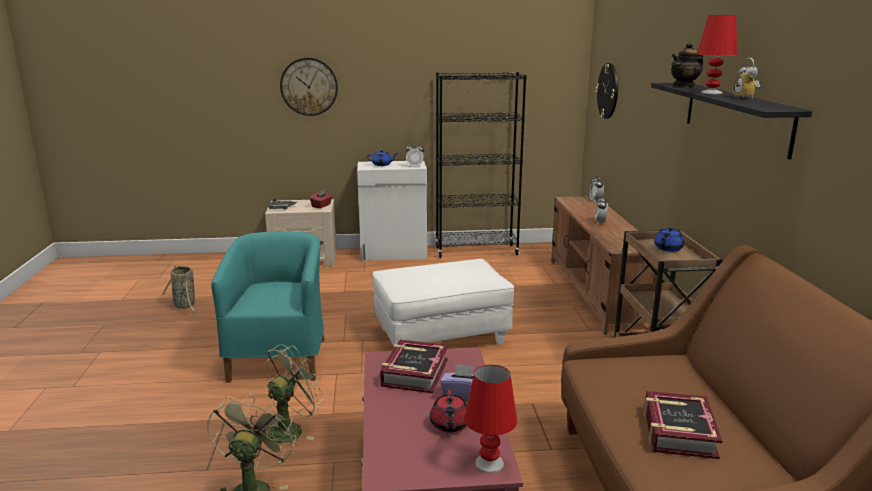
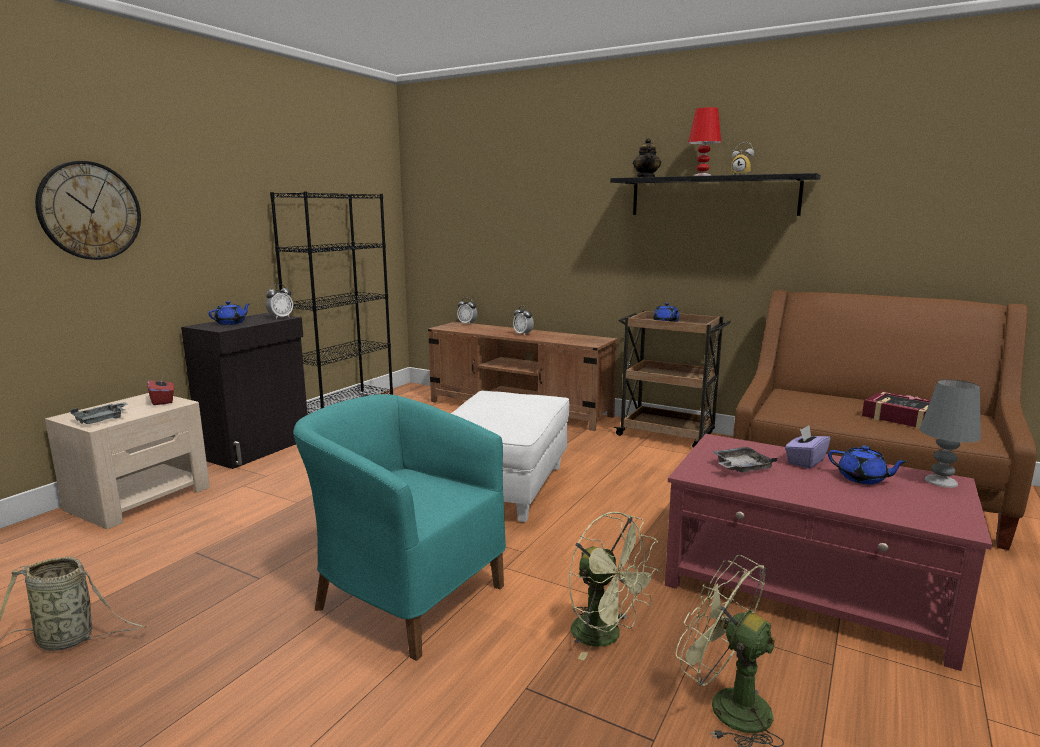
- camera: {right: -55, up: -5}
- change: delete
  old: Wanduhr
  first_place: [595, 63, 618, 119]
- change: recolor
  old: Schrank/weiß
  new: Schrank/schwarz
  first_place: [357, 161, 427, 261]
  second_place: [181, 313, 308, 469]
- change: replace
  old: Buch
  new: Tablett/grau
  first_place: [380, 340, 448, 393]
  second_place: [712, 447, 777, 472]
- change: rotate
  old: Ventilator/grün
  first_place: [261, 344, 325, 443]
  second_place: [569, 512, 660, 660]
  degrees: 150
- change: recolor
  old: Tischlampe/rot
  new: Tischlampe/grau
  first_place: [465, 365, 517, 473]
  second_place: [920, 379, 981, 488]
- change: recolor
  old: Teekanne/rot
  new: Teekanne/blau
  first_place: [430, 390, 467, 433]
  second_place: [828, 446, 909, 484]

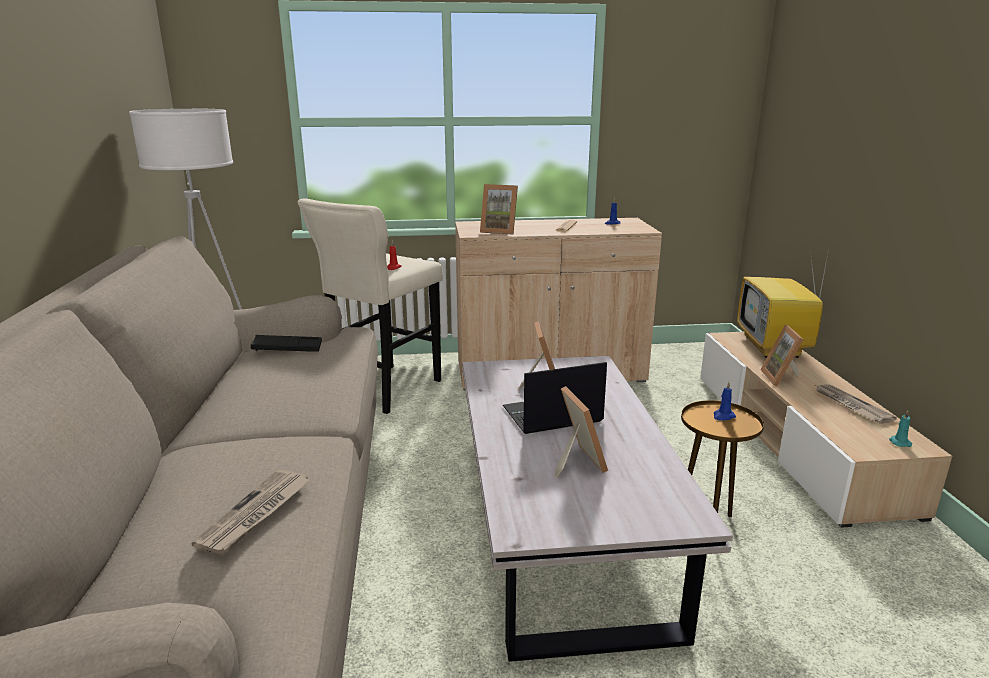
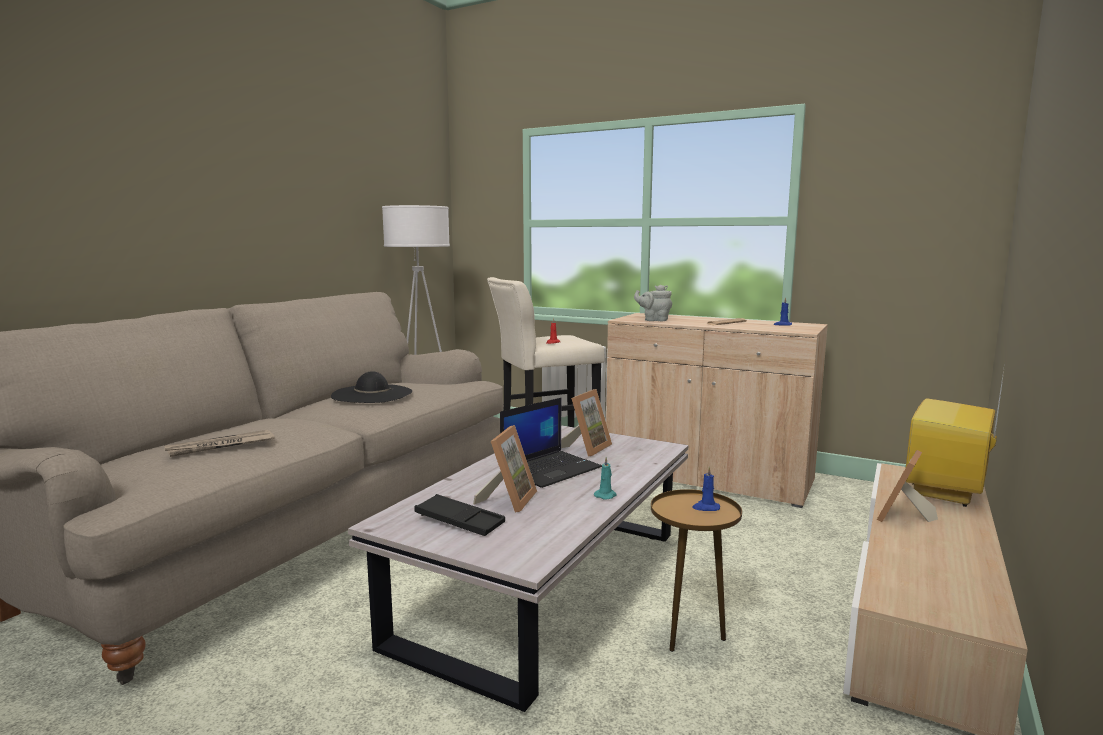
- camera: {right: 35, up: -10}
- change: replace
  old: Bilderrahmen
  new: Teekanne/grau
  first_place: [480, 184, 518, 235]
  second_place: [634, 285, 672, 321]
- change: move
  old: Tablett/schwarz
  first_place: [251, 335, 322, 352]
  second_place: [415, 494, 505, 536]
- change: rotate
  old: Laptop
  first_place: [503, 362, 607, 434]
  second_place: [500, 398, 602, 488]
  degrees: 120
- change: delete
  old: Zeitung
  first_place: [815, 384, 897, 424]
- change: move
  old: Kerze/türkis
  first_place: [889, 411, 912, 447]
  second_place: [594, 457, 617, 500]
- change: insert
  new: Hut/schwarz
  second_place: [331, 371, 412, 403]

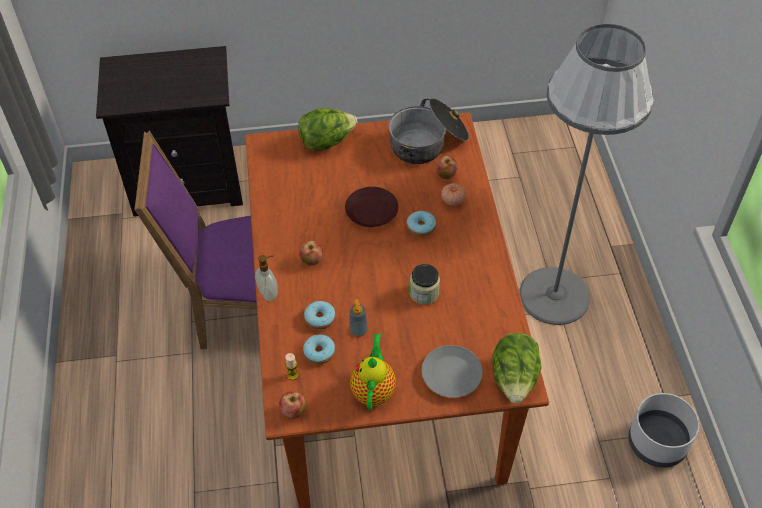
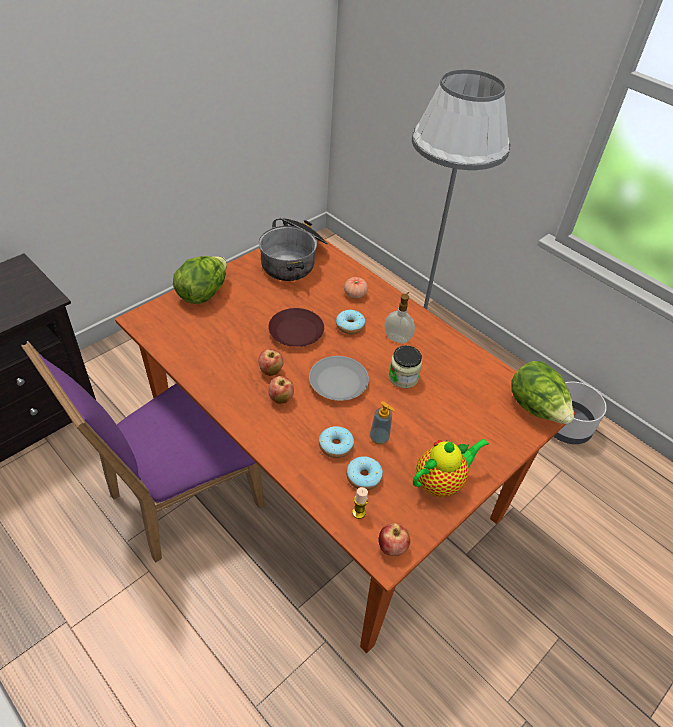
- camera: {right: -40, up: -5}
- change: move
  old: Apfel
  first_place: [436, 156, 458, 179]
  second_place: [258, 349, 284, 376]
- change: move
  old: Seifenspender
  first_place: [255, 255, 278, 301]
  second_place: [385, 292, 415, 344]
- change: rotate
  old: Teekanne
  first_place: [350, 334, 396, 410]
  second_place: [413, 438, 489, 497]
  degrees: 90
- change: move
  old: Teller/grau
  first_place: [422, 345, 483, 398]
  second_place: [309, 356, 369, 401]

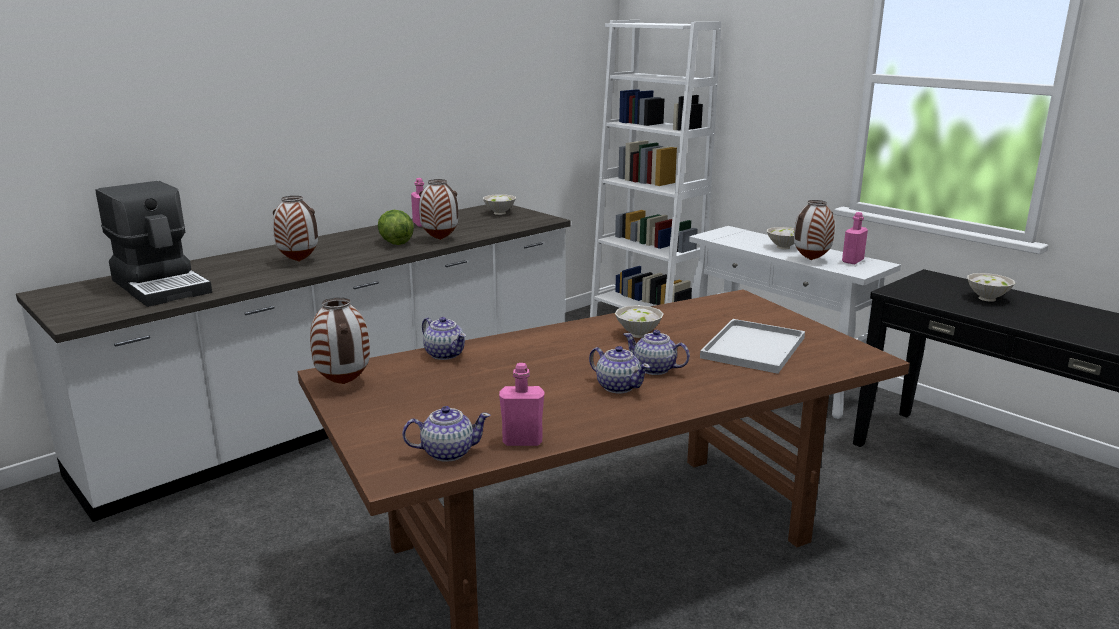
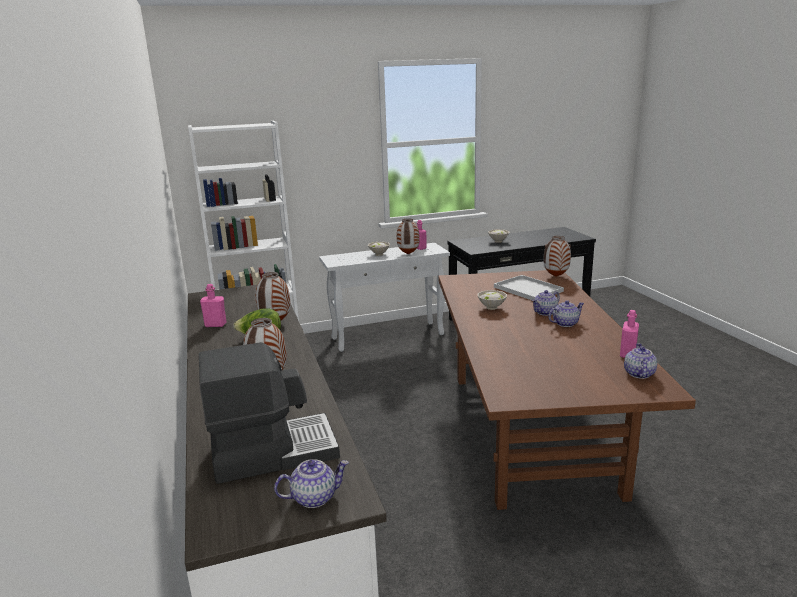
- camera: {right: -65, up: 0}
- change: delete
  old: Schüssel/weiß
  first_place: [483, 194, 516, 215]
- change: move
  old: Vase
  first_place: [310, 297, 370, 384]
  second_place: [543, 236, 571, 277]
- change: move
  old: Teekanne
  first_place: [422, 317, 466, 360]
  second_place: [274, 459, 349, 508]

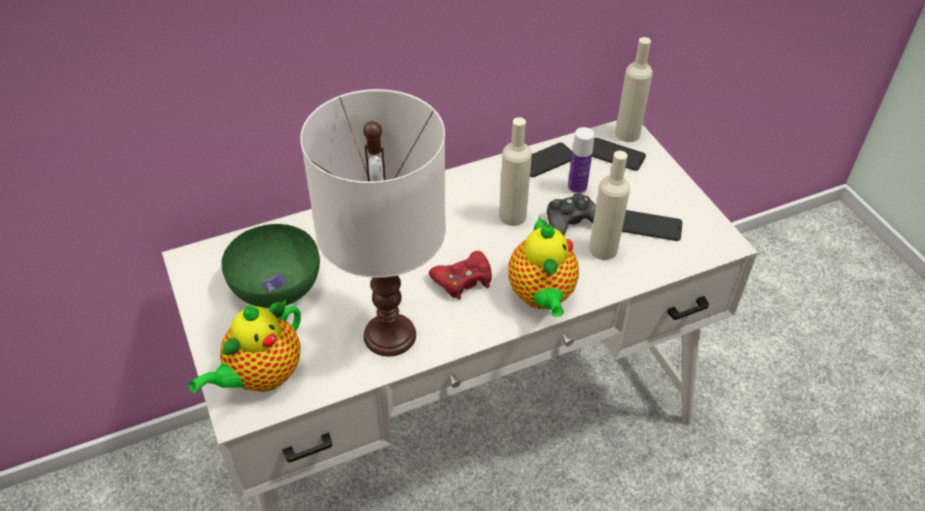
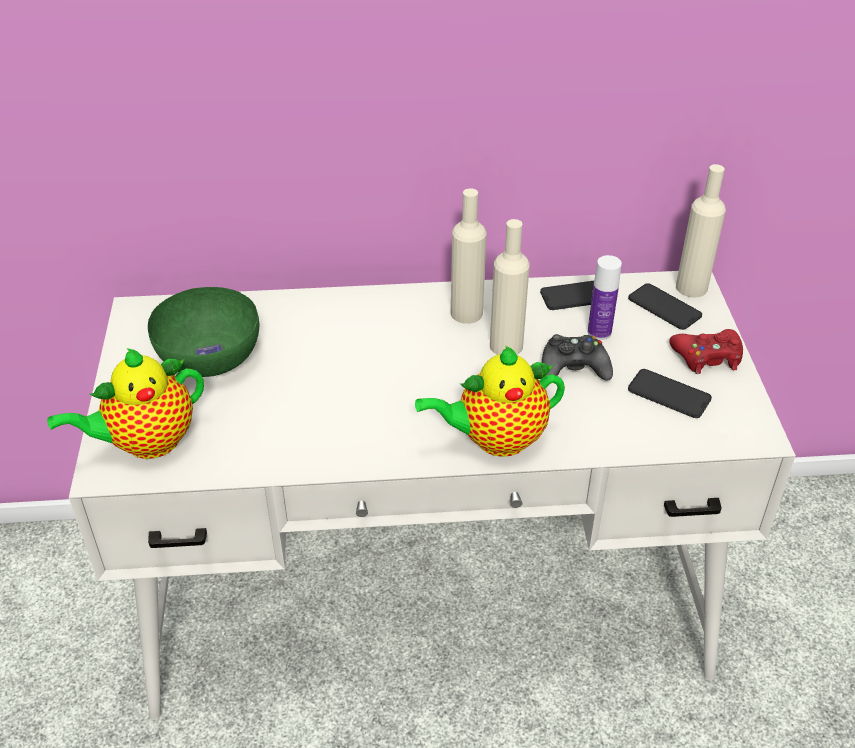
- camera: {right: 20, up: -5}
- change: delete
  old: Tischlampe/weiß
  first_place: [300, 89, 446, 356]
- change: move
  old: Flasche/beige
  first_place: [589, 151, 630, 260]
  second_place: [451, 188, 486, 324]
- change: rotate
  old: Teekanne
  first_place: [508, 216, 579, 317]
  second_place: [415, 346, 565, 457]
  degrees: 60
- change: move
  old: Gamepad/rot
  first_place: [429, 251, 492, 300]
  second_place: [669, 329, 743, 374]

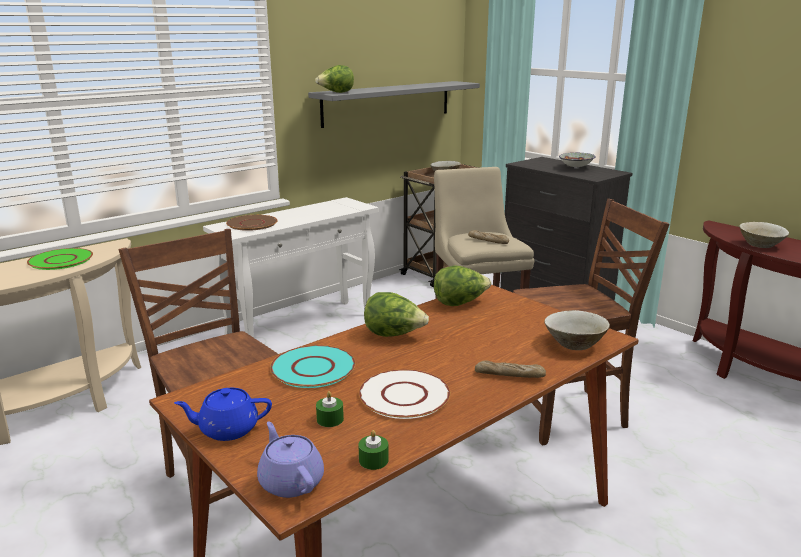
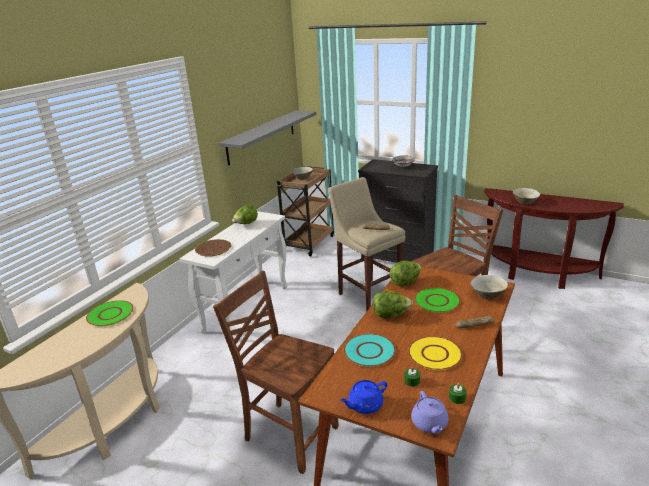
- camera: {right: -20, up: 5}
- change: move
  old: Salatkopf
  first_place: [315, 65, 354, 93]
  second_place: [232, 205, 258, 224]
- change: recolor
  old: Teller/weiß
  new: Teller/gelb
  first_place: [359, 369, 450, 419]
  second_place: [408, 336, 463, 370]
- change: rotate
  old: Teekanne/lila
  first_place: [257, 422, 324, 498]
  second_place: [411, 391, 449, 434]
  degrees: -135
- change: insert
  new: Teller/grün
  second_place: [414, 288, 461, 313]

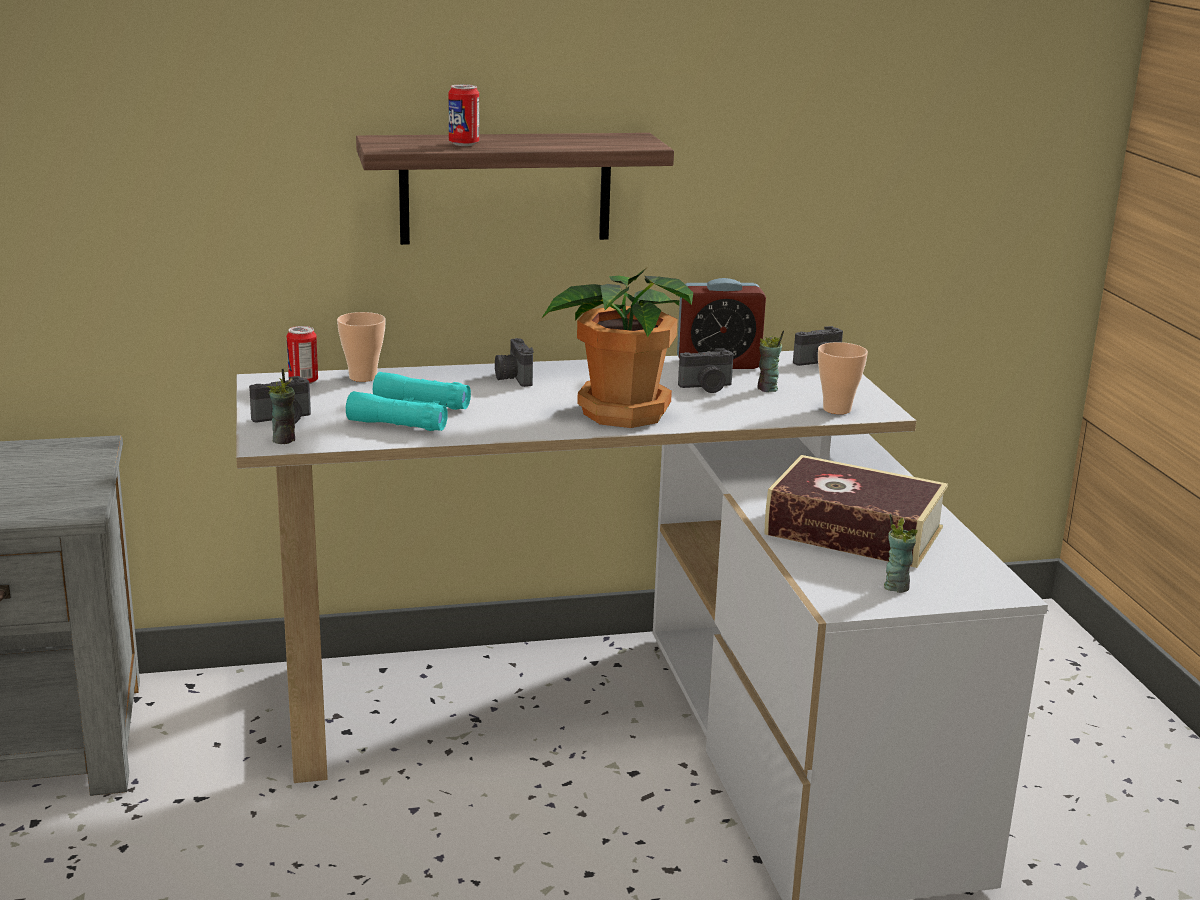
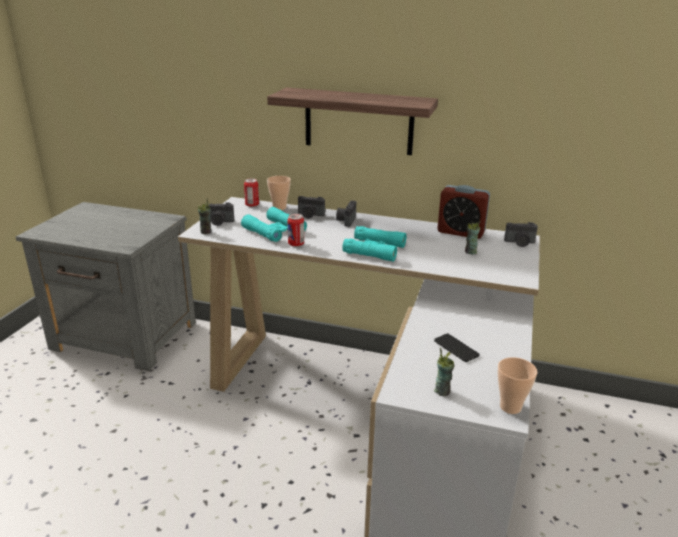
- camera: {right: 30, up: 5}
- change: move
  old: Dose
  first_place: [448, 84, 479, 146]
  second_place: [287, 214, 304, 247]
- change: replace
  old: Topfpflanze
  new: Fernglas/türkis
  first_place: [541, 268, 693, 428]
  second_place: [342, 226, 407, 262]
- change: move
  old: Tasse
  first_place: [818, 342, 868, 414]
  second_place: [498, 357, 538, 414]
- change: move
  old: Kamera
  first_place: [678, 348, 733, 393]
  second_place: [298, 196, 325, 218]
- change: replace
  old: Buch
  new: Handy
  first_place: [765, 455, 948, 568]
  second_place: [434, 333, 480, 362]

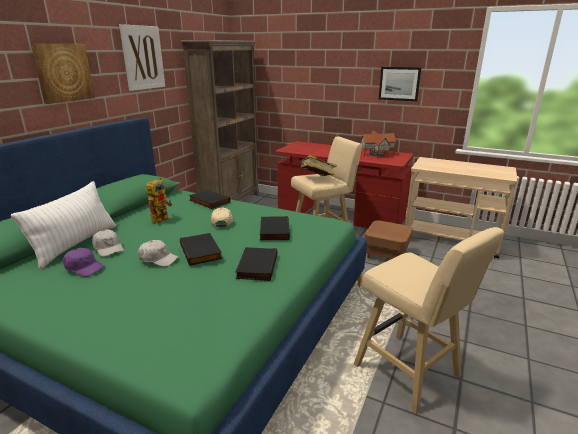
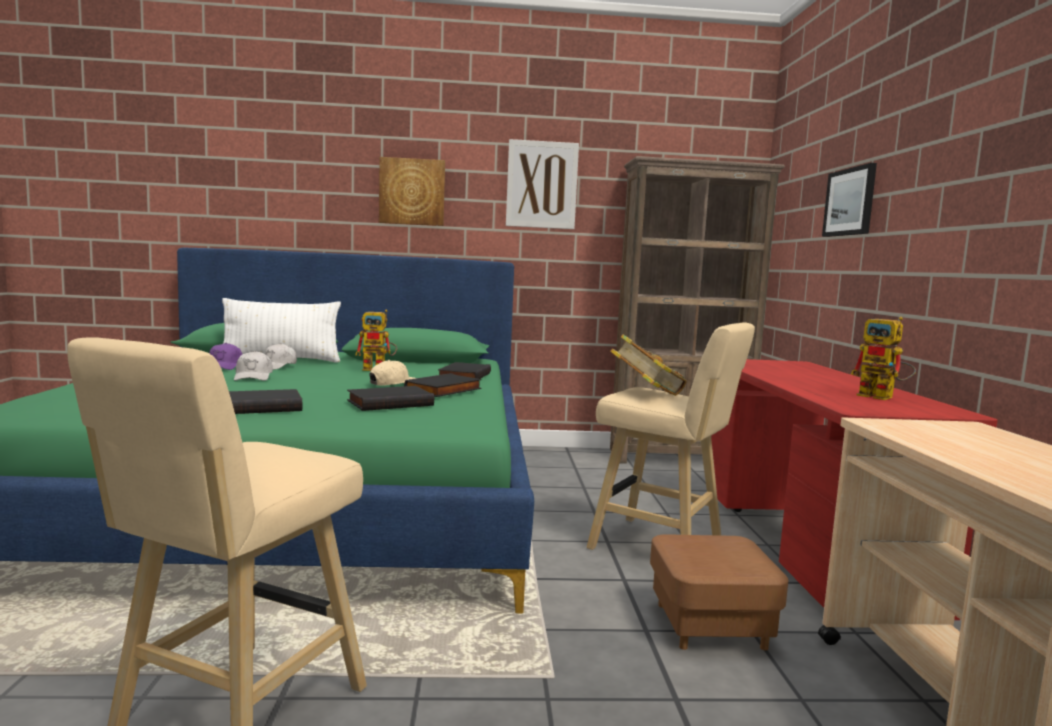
- camera: {right: 60, up: -15}
- change: move
  old: Bild
  first_place: [379, 67, 421, 101]
  second_place: [822, 163, 877, 237]
- change: replace
  old: Spielzeughaus
  new: Spielzeugroboter
  first_place: [360, 131, 396, 159]
  second_place: [851, 317, 916, 400]
- change: move
  old: Buch/schwarz
  first_place: [180, 233, 222, 266]
  second_place: [404, 373, 482, 397]

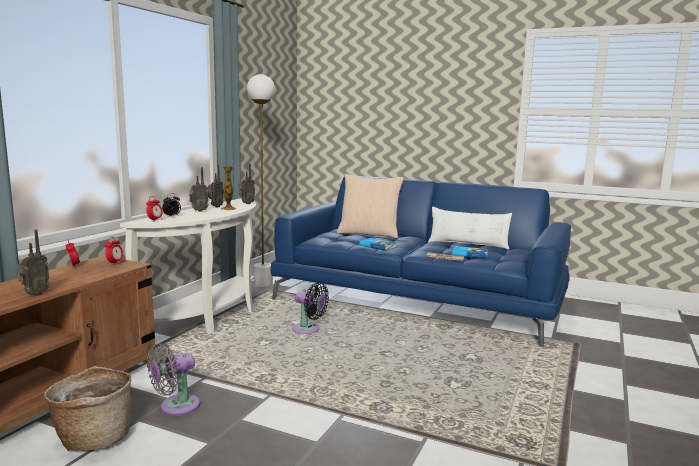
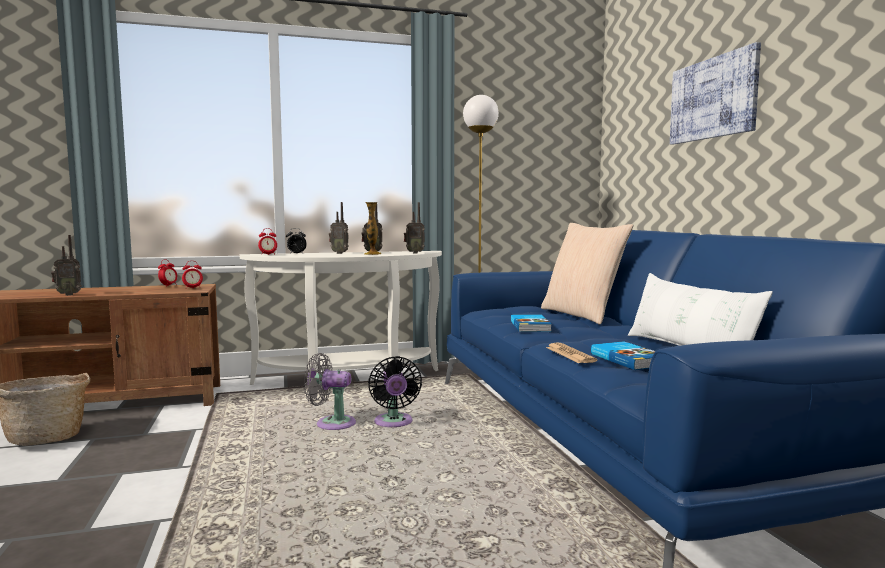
- camera: {right: 50, up: -5}
- change: move
  old: Ventilator/grau
  first_place: [147, 343, 200, 416]
  second_place: [304, 353, 356, 430]
- change: insert
  new: Bild
  second_place: [670, 42, 761, 144]

